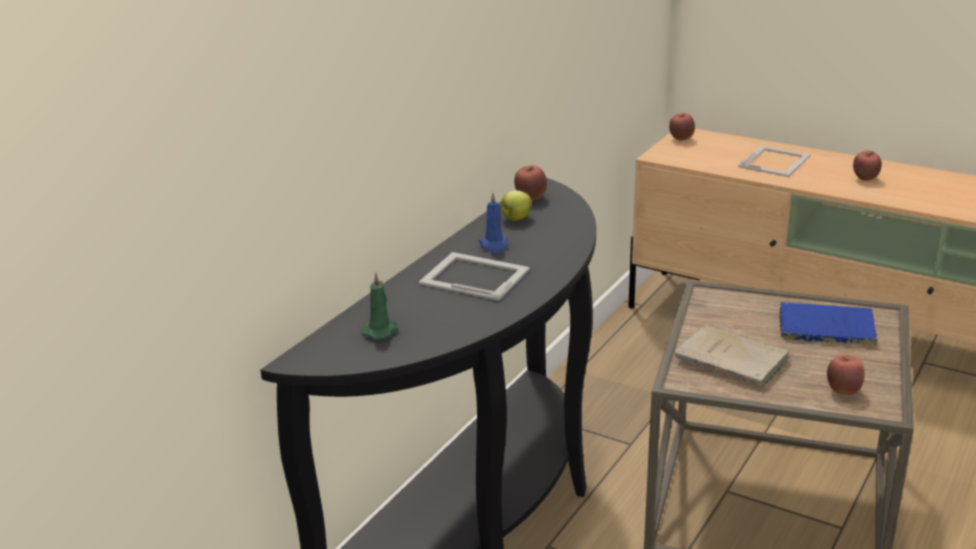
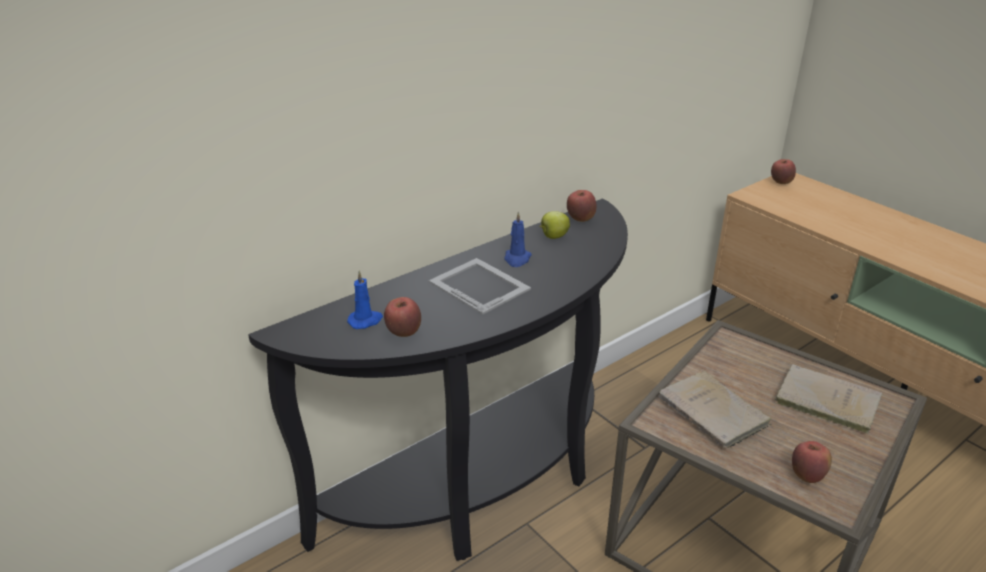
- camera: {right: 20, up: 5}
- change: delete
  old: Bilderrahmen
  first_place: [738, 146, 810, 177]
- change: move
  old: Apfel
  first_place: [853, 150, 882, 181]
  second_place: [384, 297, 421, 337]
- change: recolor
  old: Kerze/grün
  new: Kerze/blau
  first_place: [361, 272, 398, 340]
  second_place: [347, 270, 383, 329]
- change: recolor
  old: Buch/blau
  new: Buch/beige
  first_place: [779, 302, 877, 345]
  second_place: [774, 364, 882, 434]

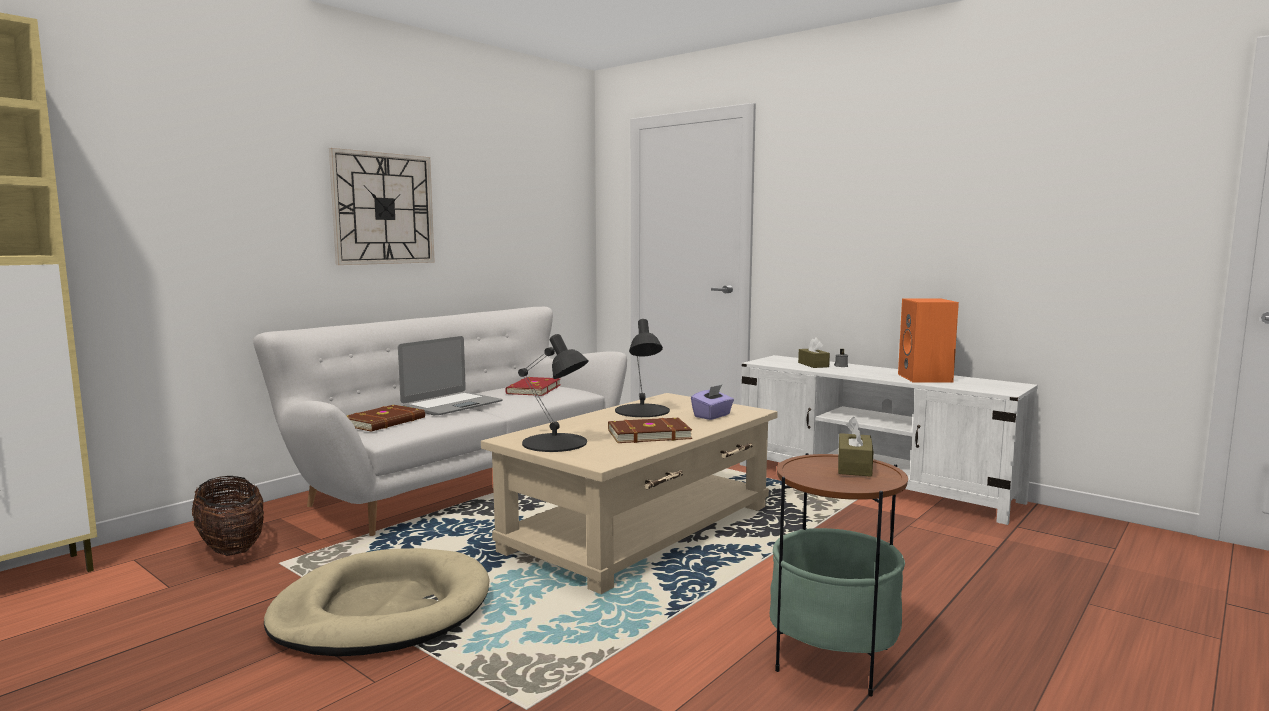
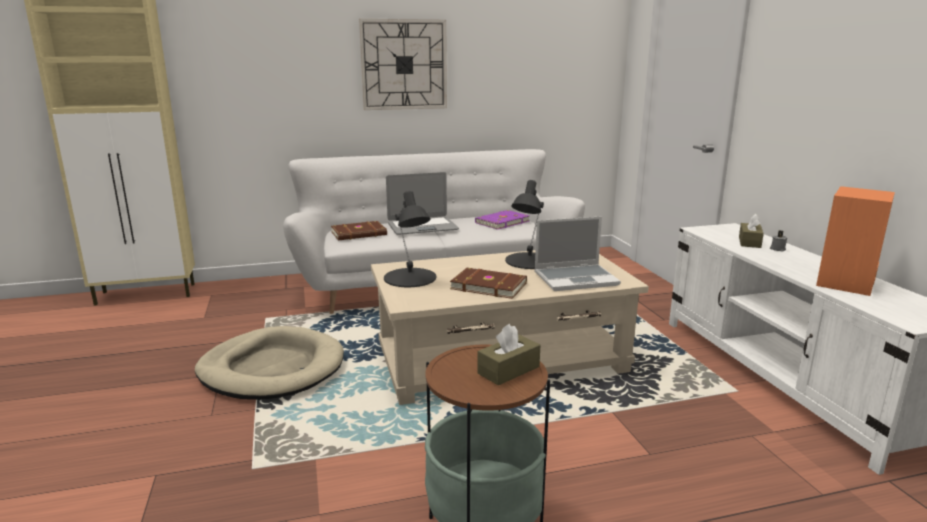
- camera: {right: 35, up: 10}
- change: recolor
  old: Buch/rot
  new: Buch/lila
  first_place: [505, 377, 560, 396]
  second_place: [475, 210, 529, 230]
- change: replace
  old: Taschentuchbox/lila
  new: Laptop
  first_place: [691, 385, 734, 420]
  second_place: [534, 216, 621, 291]
- change: delete
  old: Korb
  first_place: [192, 476, 264, 556]

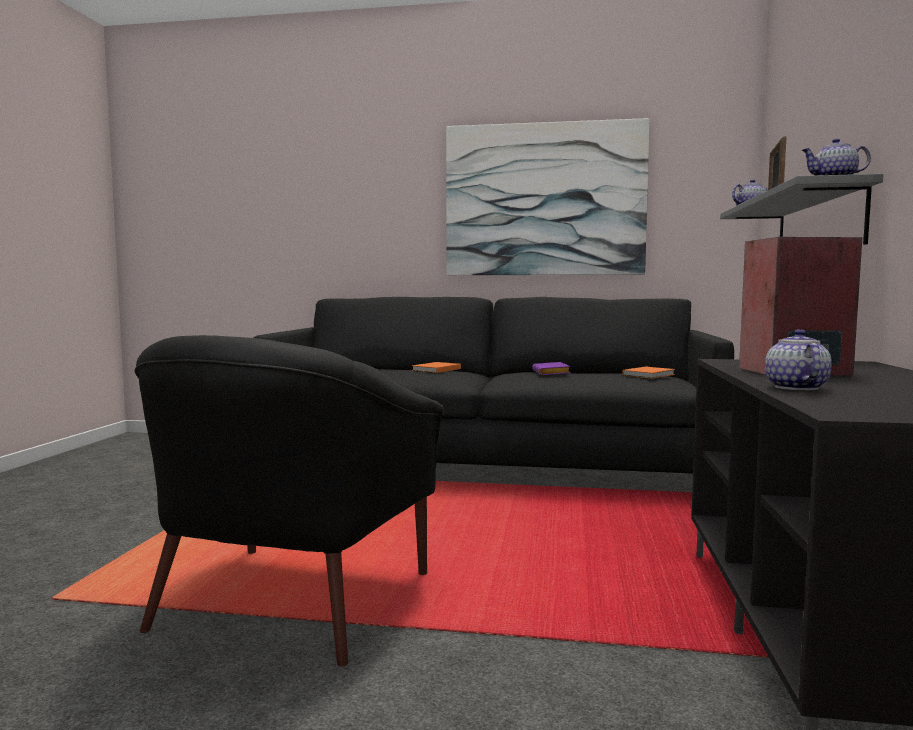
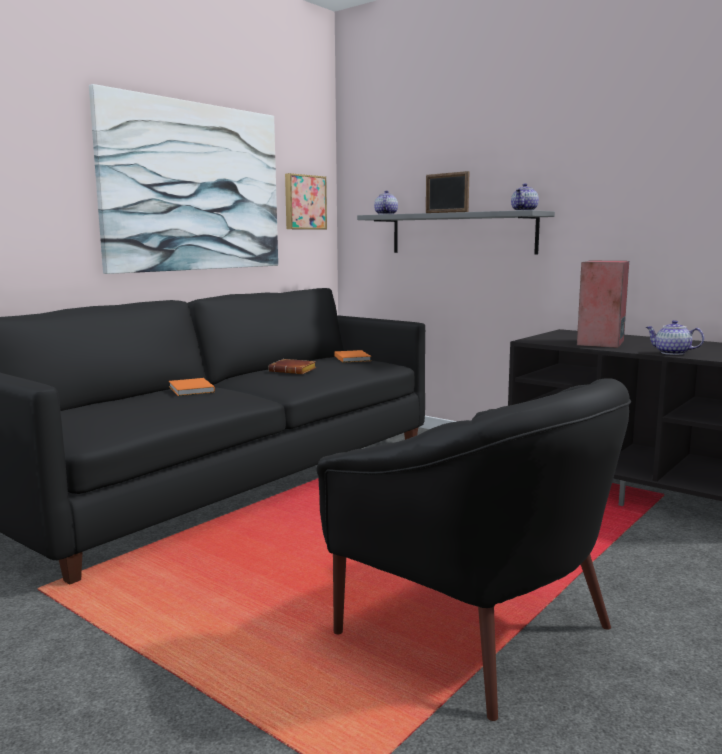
- camera: {right: -60, up: 5}
- change: recolor
  old: Buch/lila
  new: Buch/braun
  first_place: [532, 362, 570, 375]
  second_place: [268, 359, 316, 374]
- change: insert
  new: Bild
  second_place: [285, 173, 327, 230]

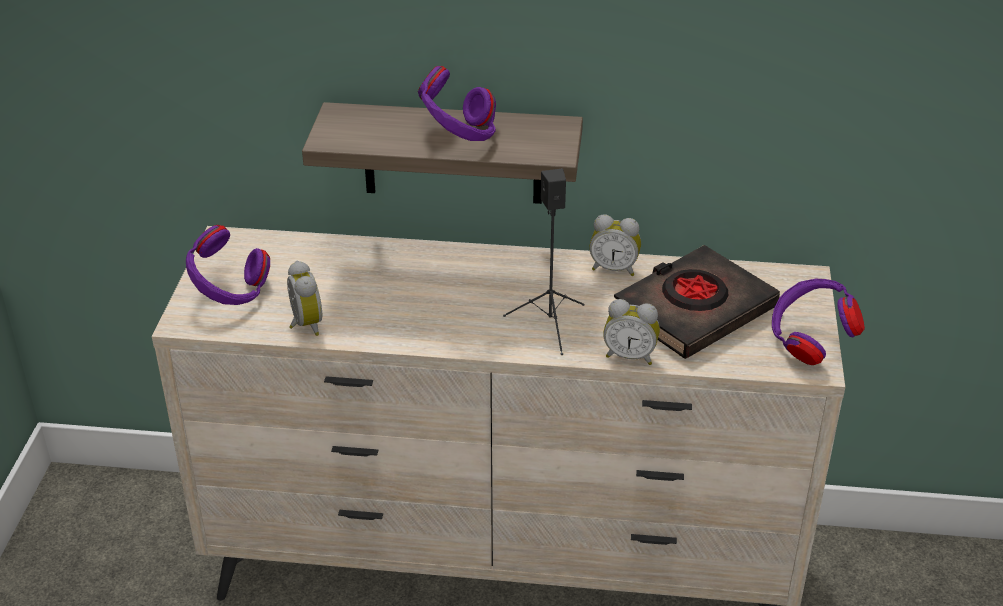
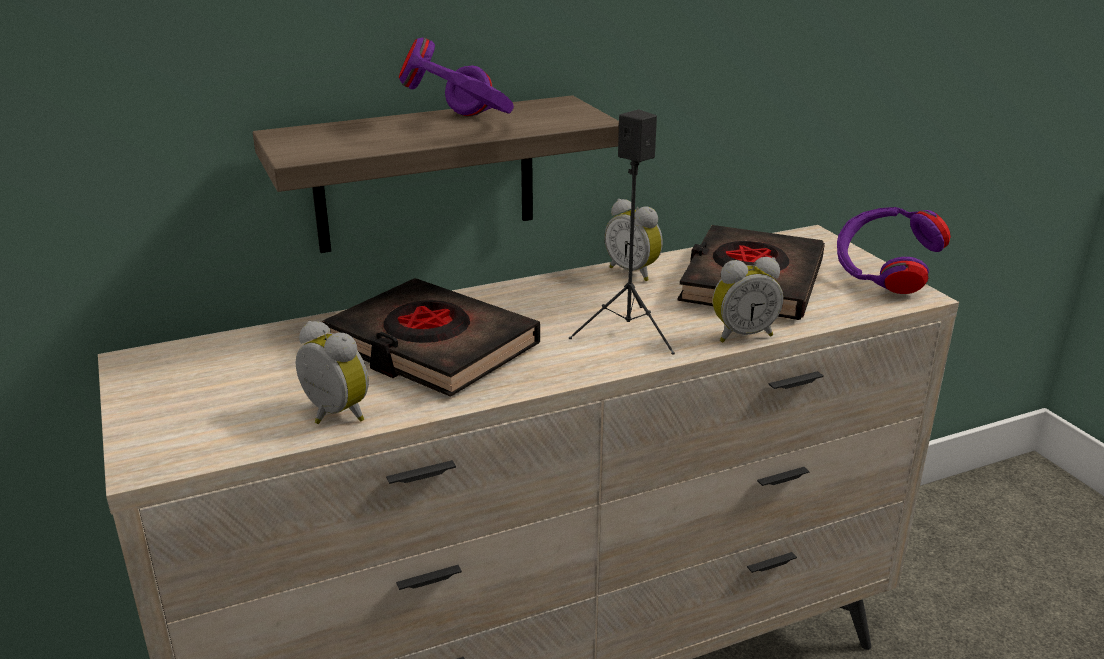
- camera: {right: -30, up: -10}
- change: rotate
  old: Wecker
  first_place: [589, 214, 641, 276]
  second_place: [604, 199, 663, 281]
  degrees: 60
- change: delete
  old: Kopfhörer/lila
  first_place: [186, 225, 270, 305]
- change: insert
  new: Buch/schwarz
  second_place: [322, 278, 540, 397]

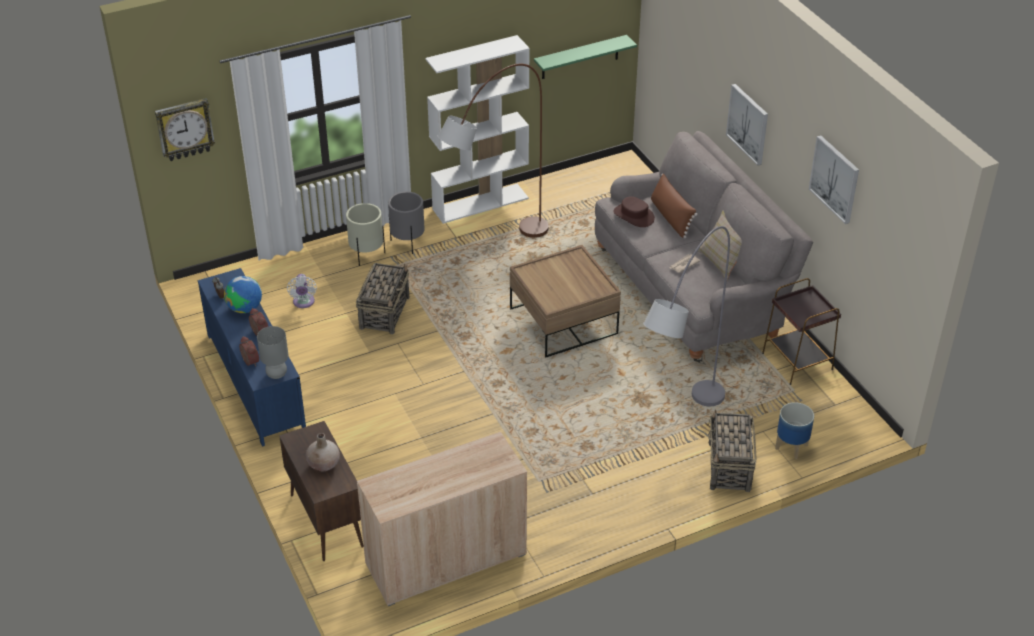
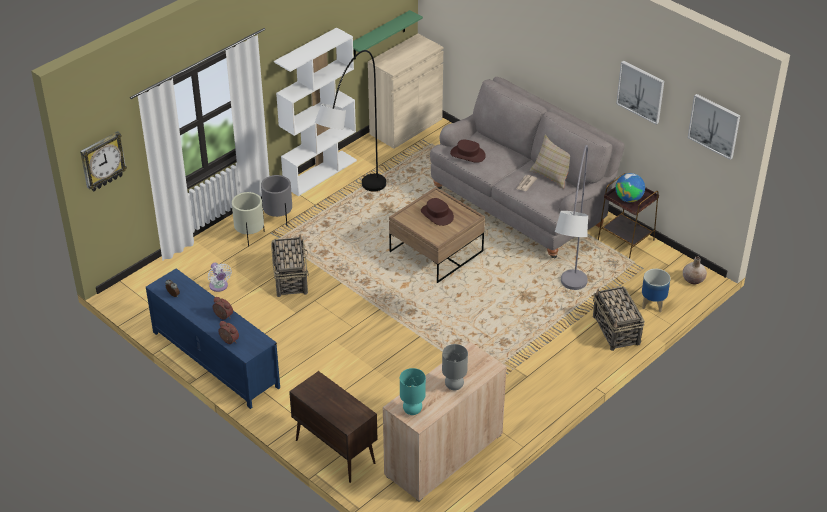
- camera: {right: -20, up: 0}
- change: recolor
  old: Stehlampe/braun
  new: Stehlampe/grau
  first_place: [438, 64, 549, 238]
  second_place: [315, 50, 386, 191]
- change: move
  old: Bild
  first_place: [726, 84, 768, 166]
  second_place: [688, 94, 740, 160]
- change: delete
  old: Kissen/braun
  first_place: [651, 173, 698, 238]
- change: move
  old: Globus
  first_place: [224, 276, 262, 313]
  second_place: [615, 173, 645, 202]
- change: move
  old: Tischlampe/grau
  first_place: [257, 326, 288, 379]
  second_place: [442, 344, 468, 390]
- change: move
  old: Vase/beige
  first_place: [306, 433, 340, 471]
  second_place: [683, 257, 707, 284]
- change: insert
  new: Schrank/beige
  second_place: [368, 34, 443, 149]
- change: insert
  new: Hut/braun
  second_place: [421, 198, 454, 226]
- change: insert
  new: Tischlampe/türkis
  second_place: [400, 368, 426, 415]

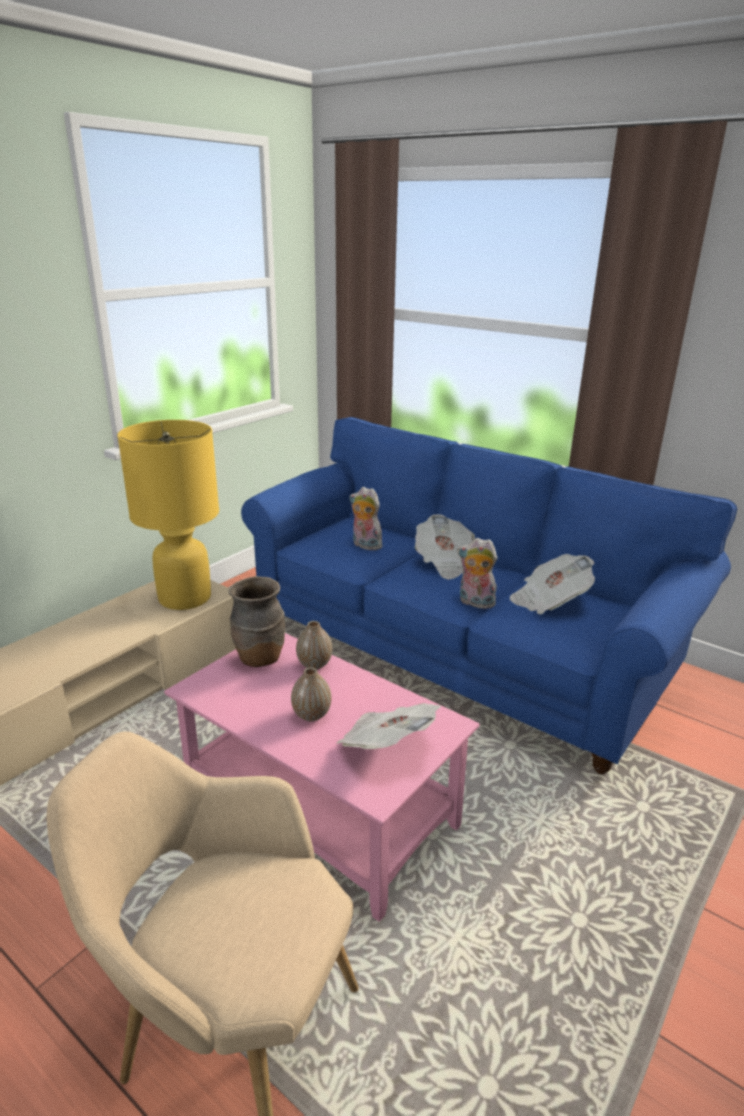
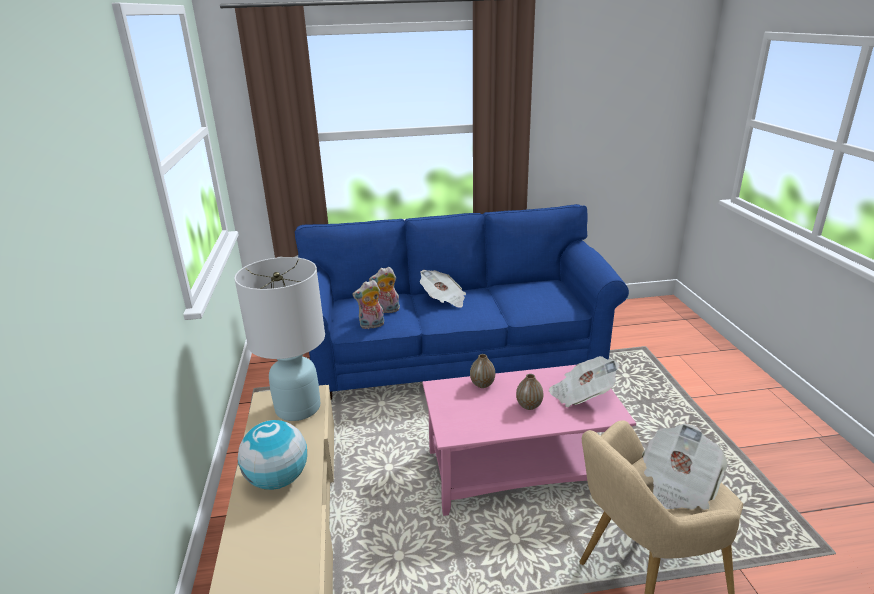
- camera: {right: -45, up: 0}
- change: recolor
  old: Tischlampe/gelb
  new: Tischlampe/weiß
  first_place: [117, 420, 219, 610]
  second_place: [234, 257, 325, 421]
- change: move
  old: Plüschtier
  first_place: [457, 538, 497, 609]
  second_place: [352, 280, 384, 329]
- change: move
  old: Zeitung
  first_place: [510, 554, 595, 614]
  second_place: [642, 424, 728, 510]
- change: delete
  old: Vase/braun
  first_place: [228, 576, 285, 667]
- change: insert
  new: Globus
  second_place: [238, 420, 307, 490]

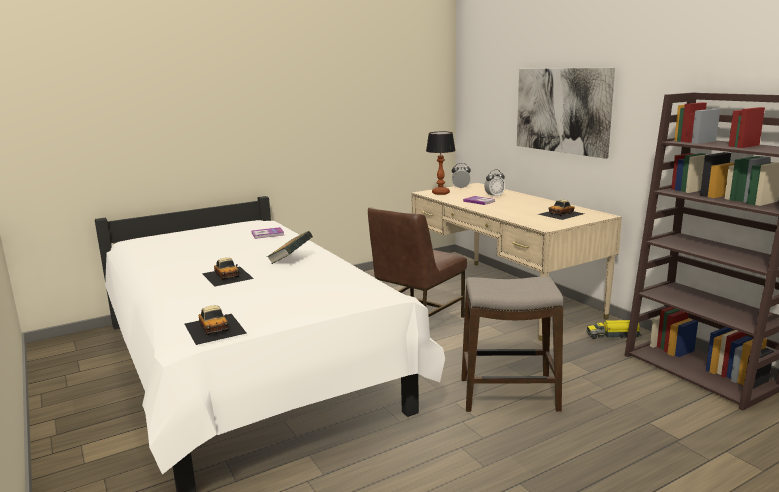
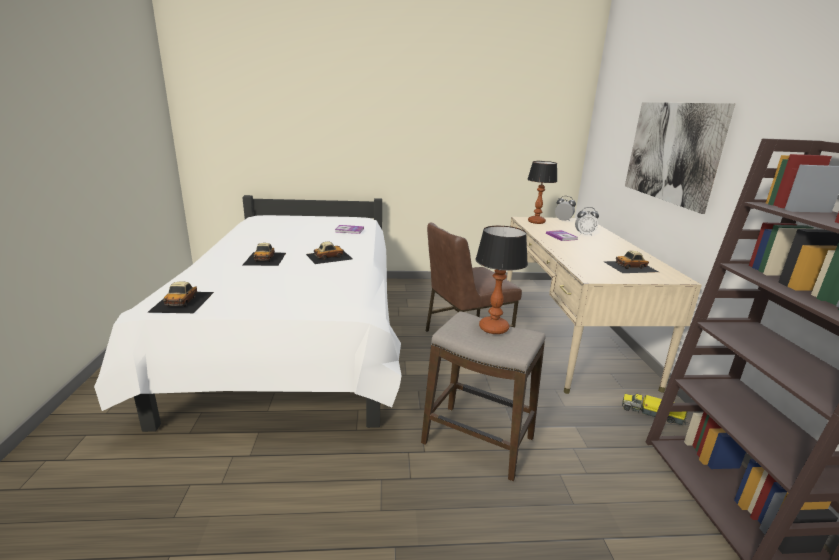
- camera: {right: 25, up: 5}
- change: replace
  old: Buch
  new: Spielzeugauto
  first_place: [267, 231, 313, 264]
  second_place: [306, 241, 353, 264]
- change: insert
  new: Tischlampe
  second_place: [475, 226, 528, 334]

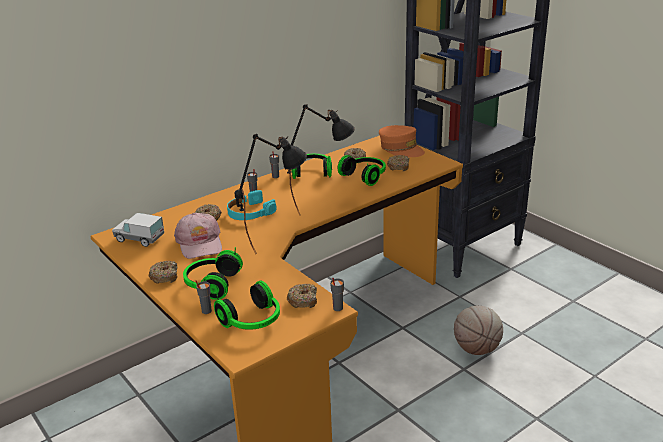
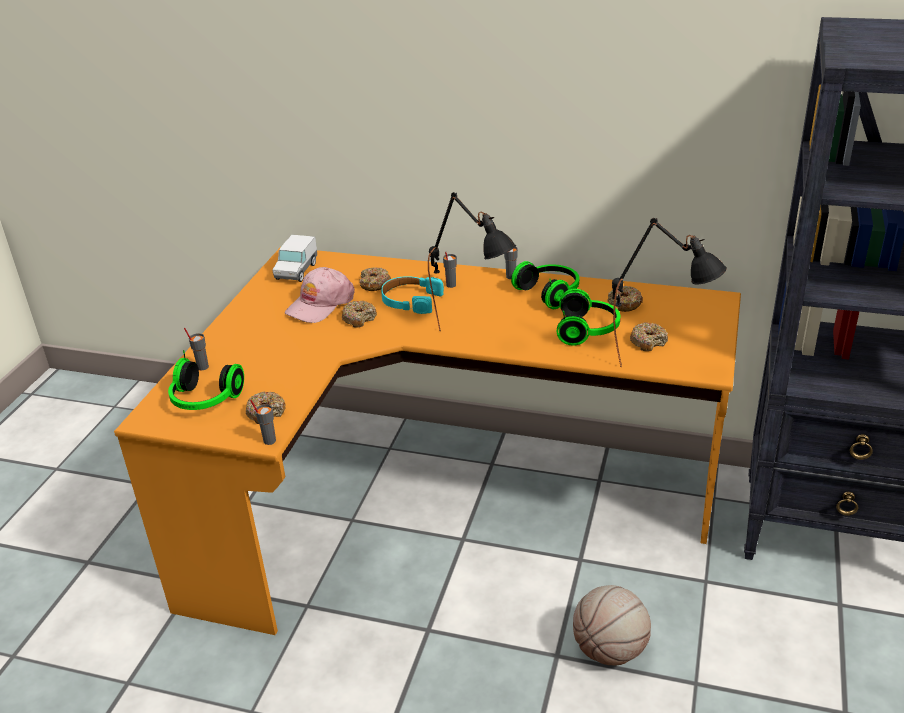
- camera: {right: 55, up: 5}
- change: delete
  old: Kappe/orange
  first_place: [379, 125, 425, 157]
- change: move
  old: Tischlampe/schwarz
  first_place: [235, 134, 307, 254]
  second_place: [612, 218, 727, 367]
- change: rotate
  old: Spielzeuglaster
  first_place: [112, 213, 164, 247]
  second_place: [273, 235, 317, 282]
  degrees: -150
- change: delete
  old: Kopfhörer
  first_place: [183, 247, 243, 300]
- change: move
  old: Donut
  first_place: [149, 260, 178, 284]
  second_place: [342, 300, 377, 328]

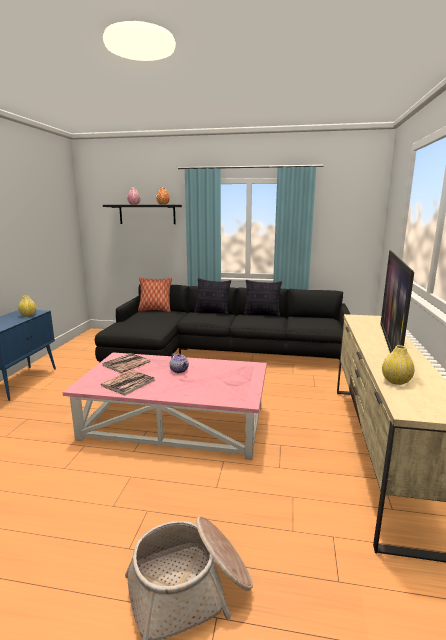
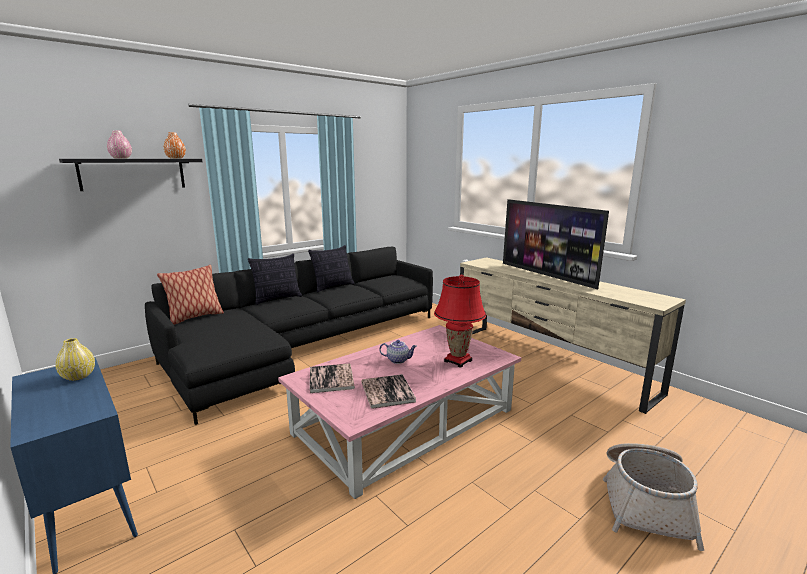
- camera: {right: -50, up: 0}
- change: delete
  old: Vase/gelb
  first_place: [382, 345, 415, 385]
- change: insert
  new: Tischlampe/rot
  second_place: [434, 274, 486, 368]

